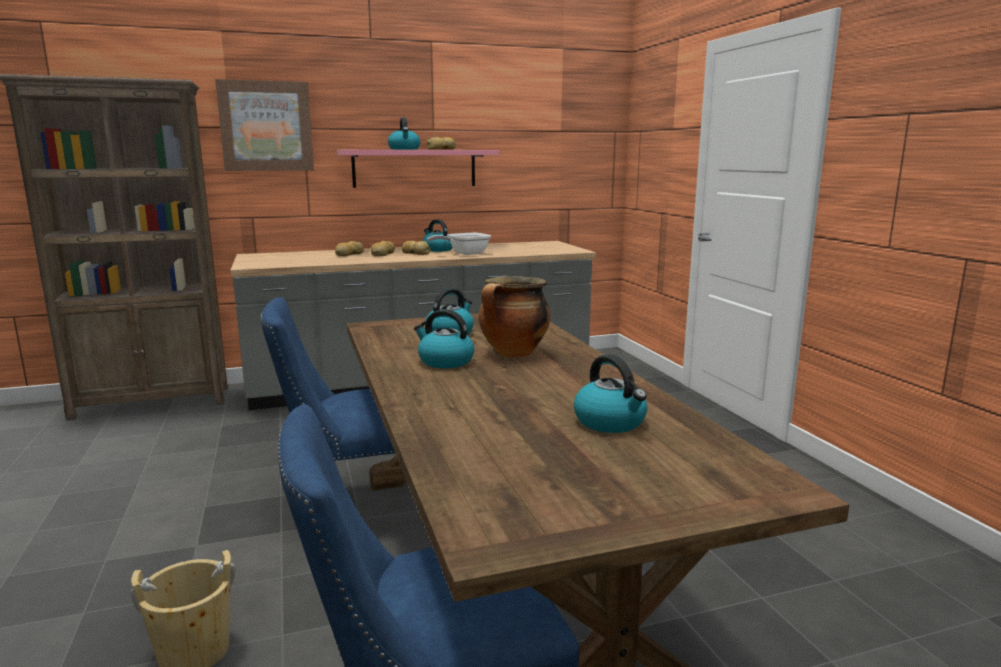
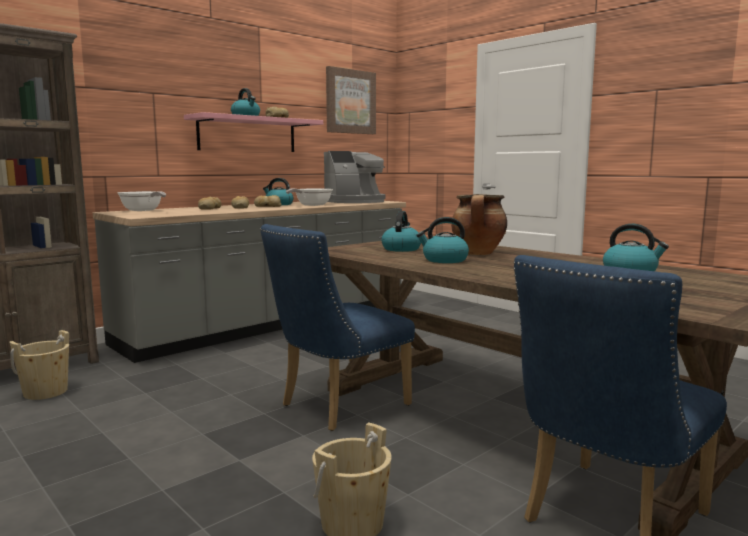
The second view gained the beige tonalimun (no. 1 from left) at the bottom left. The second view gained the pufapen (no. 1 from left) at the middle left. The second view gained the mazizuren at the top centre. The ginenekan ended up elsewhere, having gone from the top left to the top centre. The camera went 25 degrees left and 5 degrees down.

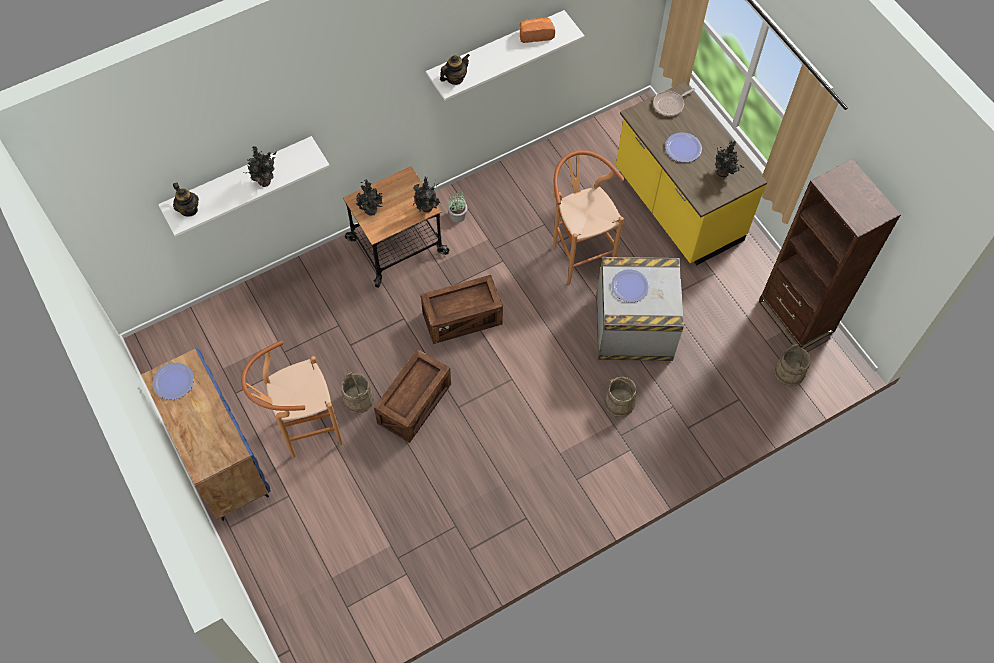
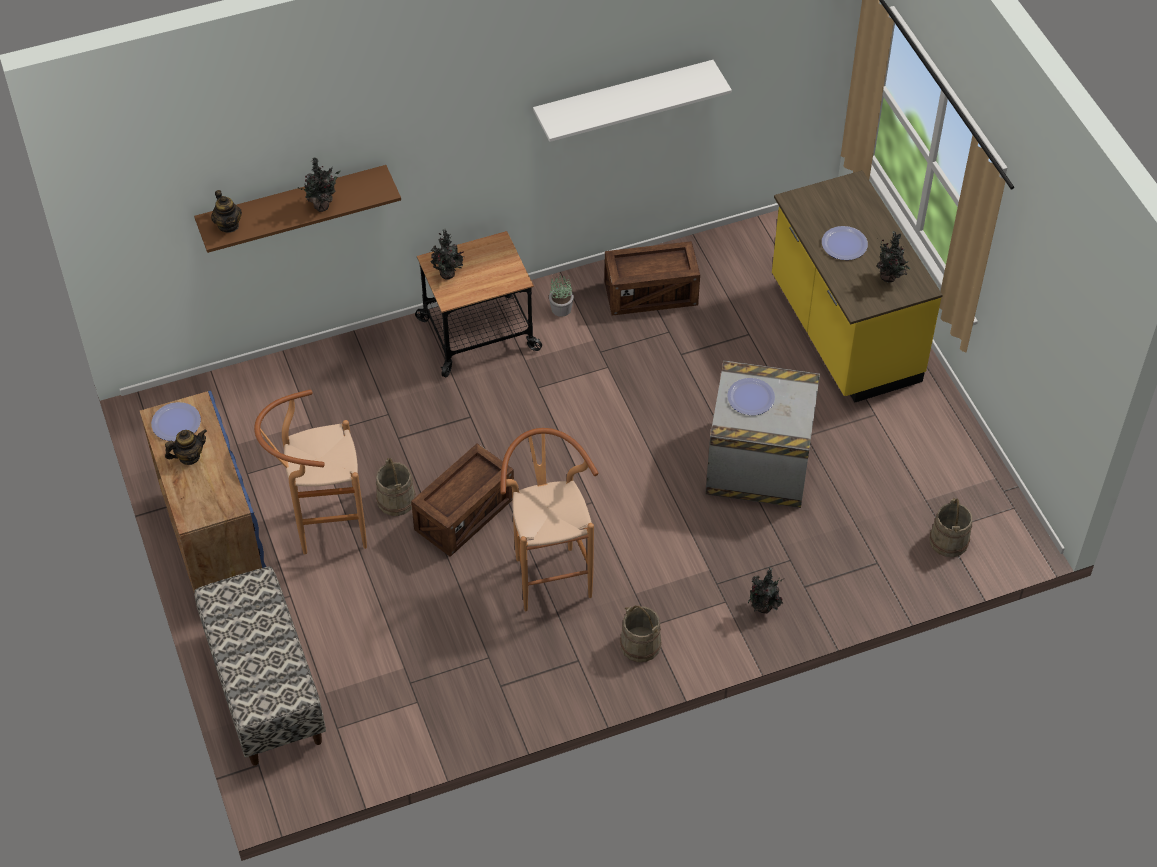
The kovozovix (no. 2 from left in the first image) ended up elsewhere, having gone from the top centre to the middle left. What was the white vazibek (no. 1 from left) at the top left turned into the brown vazibek at the top left. The second view gained the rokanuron at the bottom left. The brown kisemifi (no. 2 from left) ended up elsewhere, having gone from the top centre to the centre. The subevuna (no. 2 from left) ended up elsewhere, having gone from the centre to the top centre. The beige tonalimun (no. 2 from left) ended up elsewhere, having gone from the centre to the bottom centre. The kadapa (no. 3 from left in the first image) ended up elsewhere, having gone from the top centre to the bottom centre. The second view lost the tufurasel at the top centre. The second view lost the pufapen at the top right. The second view lost the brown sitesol at the middle right. The camera went 10 degrees right and 10 degrees down.

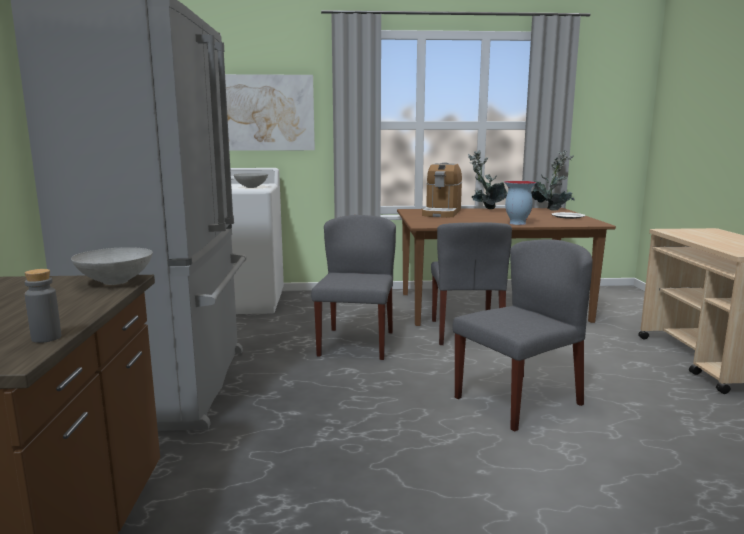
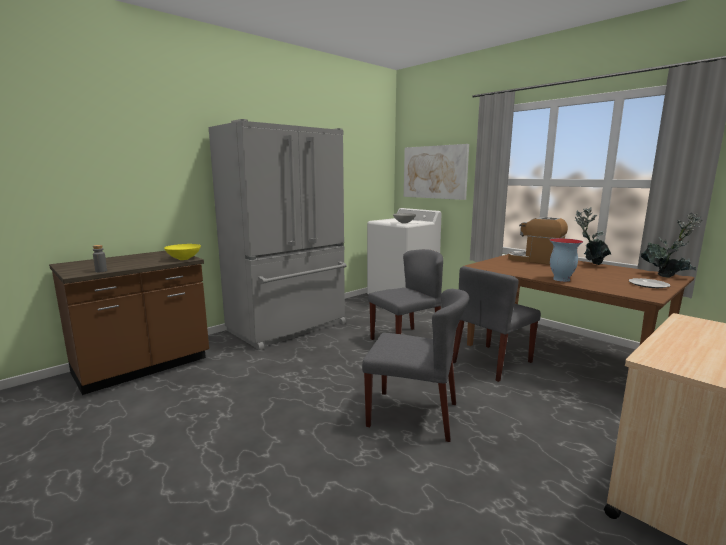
What was the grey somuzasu (no. 1 from left) at the middle left turned into the yellow somuzasu at the middle left. The mazizuren at the centre ended up facing another way, 60 degrees clockwise from before. The camera went 50 degrees right and 0 degrees up.

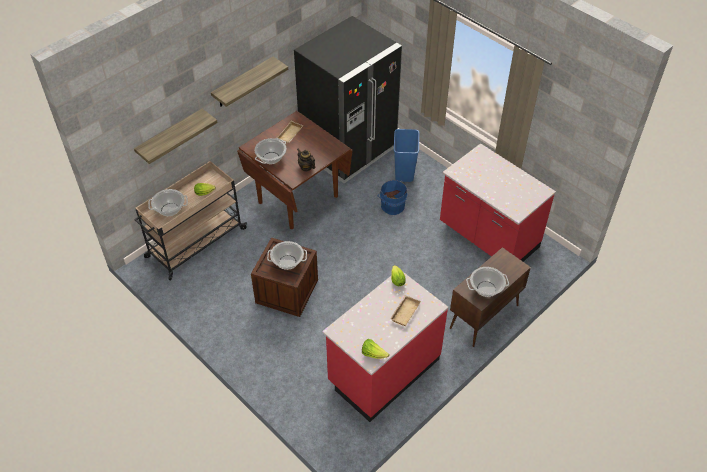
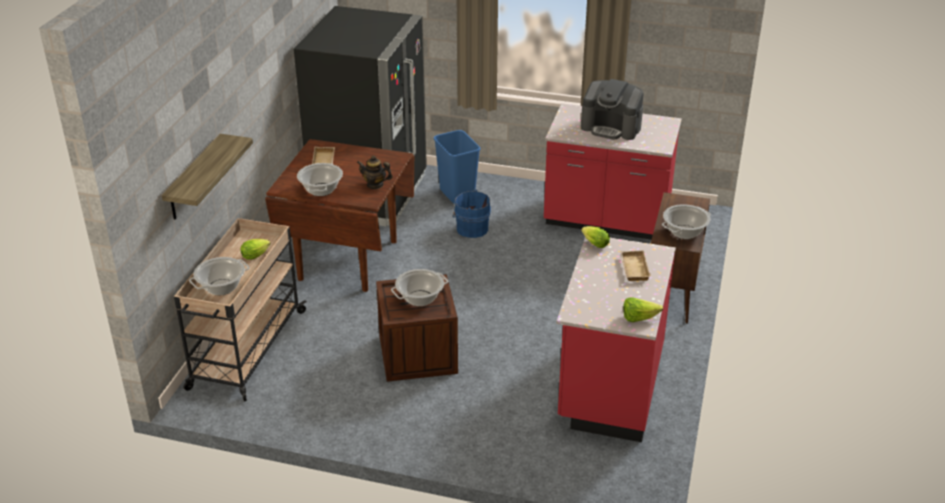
The second view gained the mazizuren at the top centre. The second view lost the vazibek (no. 2 from left) at the top centre. The camera went 30 degrees left and 15 degrees down.

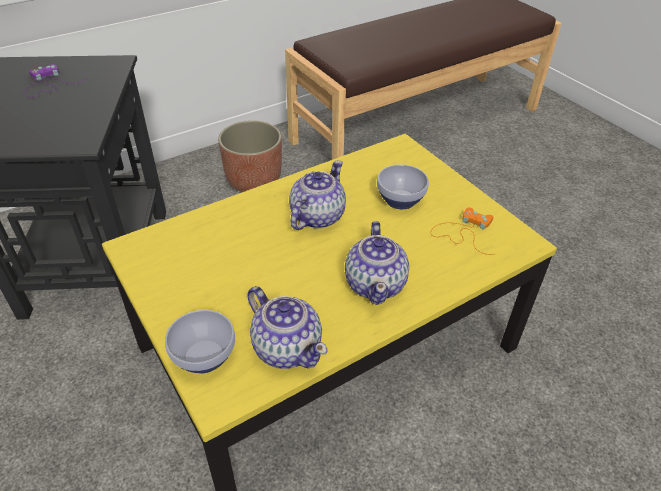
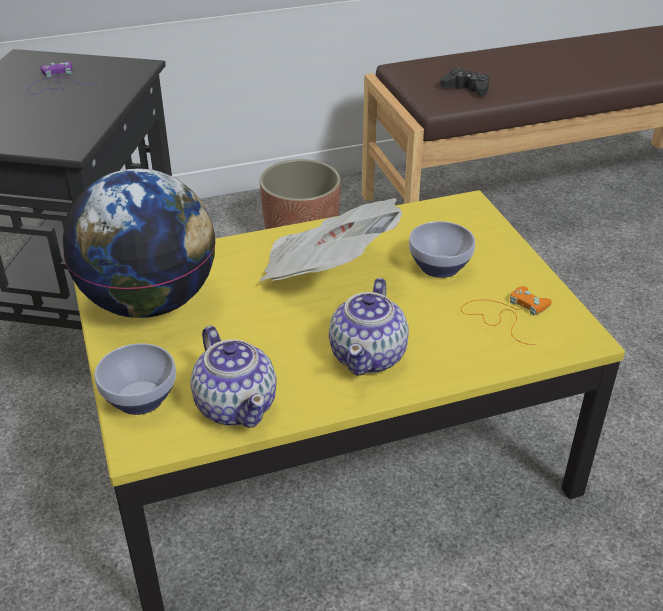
The second view gained the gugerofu at the middle left. Where the kovozovix (no. 2 from left) stood at the centre, the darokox came to stand at the centre. The second view gained the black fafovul at the top right. The camera went 15 degrees right and 5 degrees down.

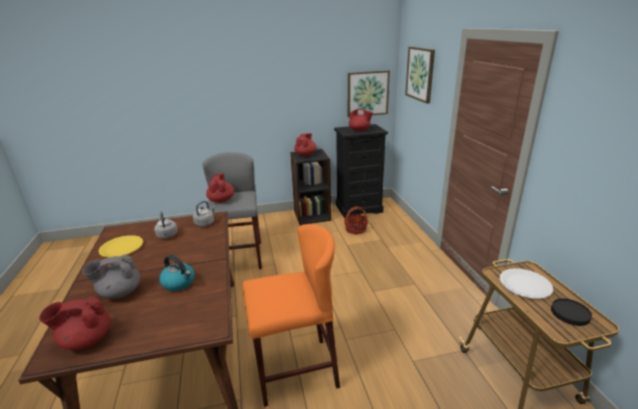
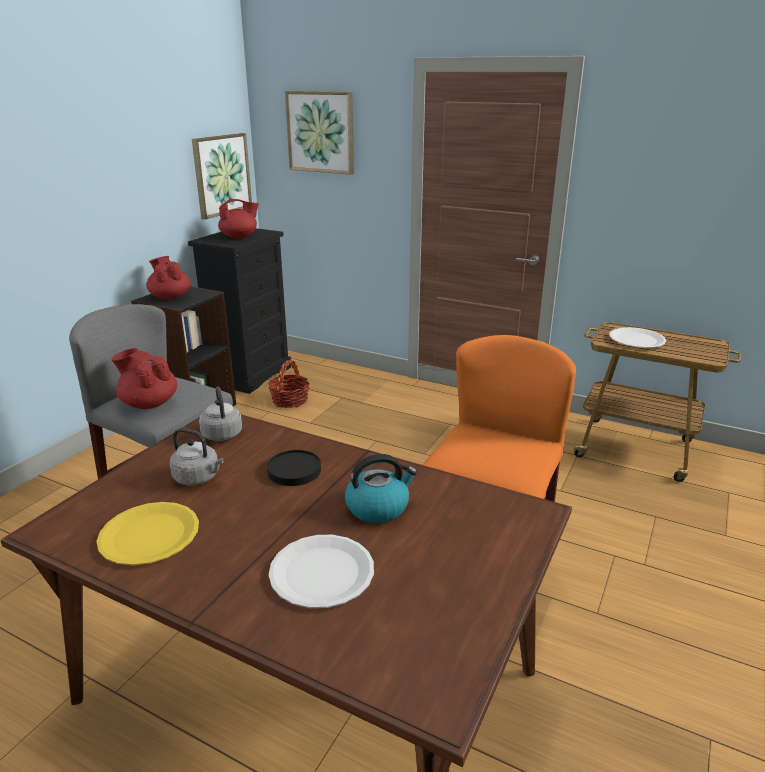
The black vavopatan ended up elsewhere, having gone from the bottom right to the centre. Where the grey kovozovix stood at the bottom left, the white vavopatan (no. 1 from left) came to stand at the bottom centre. The second view lost the red kovozovix (no. 1 from left) at the bottom left. The camera went 50 degrees left and 0 degrees up.

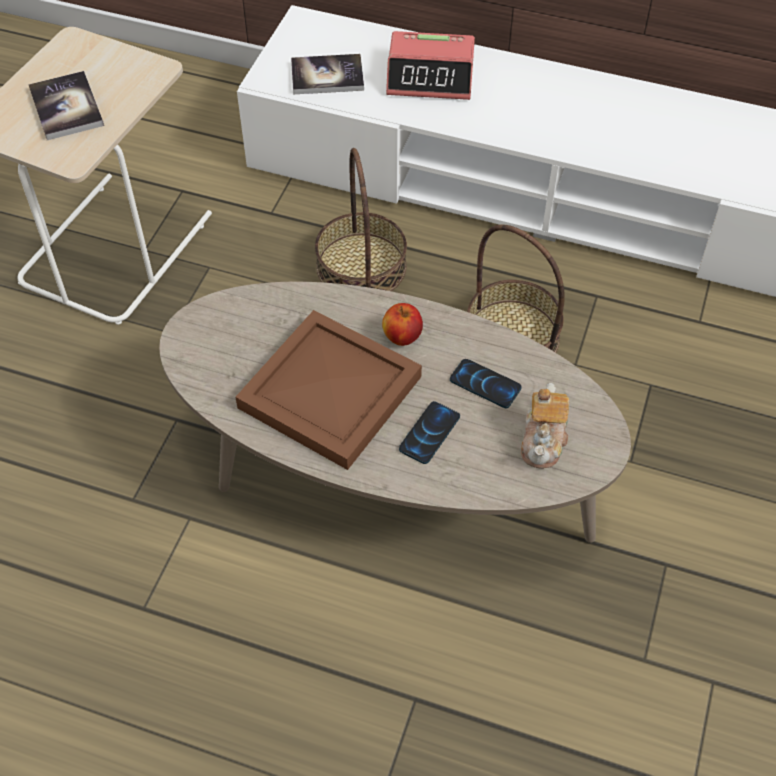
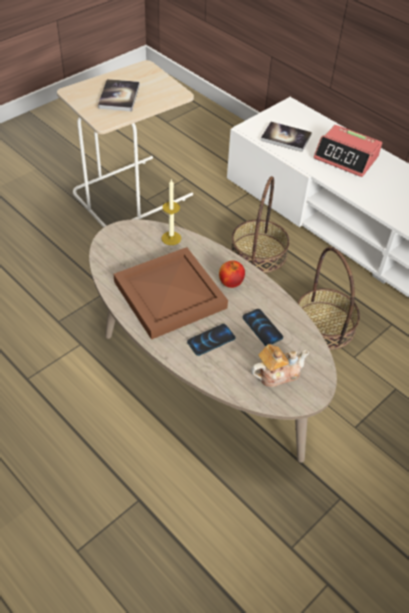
The second view gained the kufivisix at the centre. The kovozovix at the middle right ended up facing another way, 150 degrees counterclockwise from before. The camera went 25 degrees right and 5 degrees down.

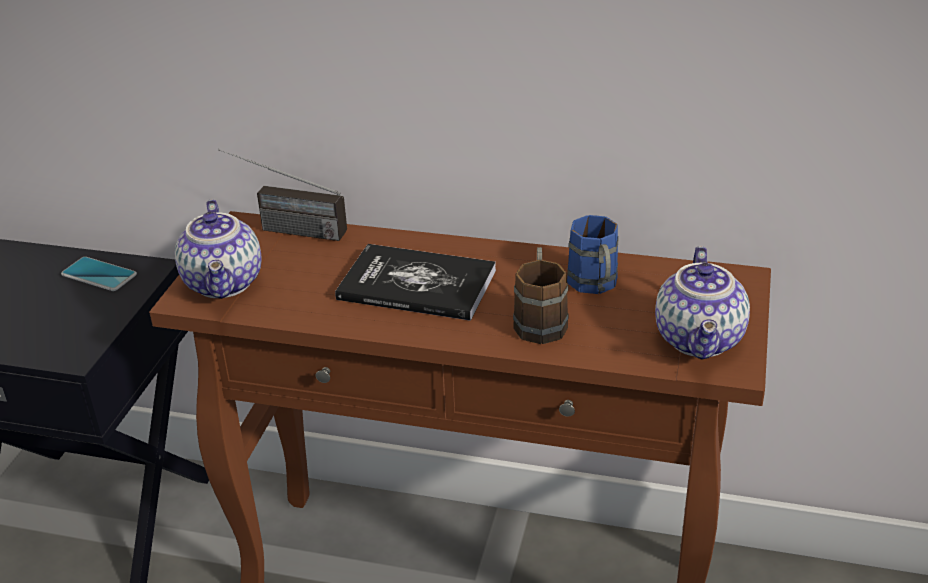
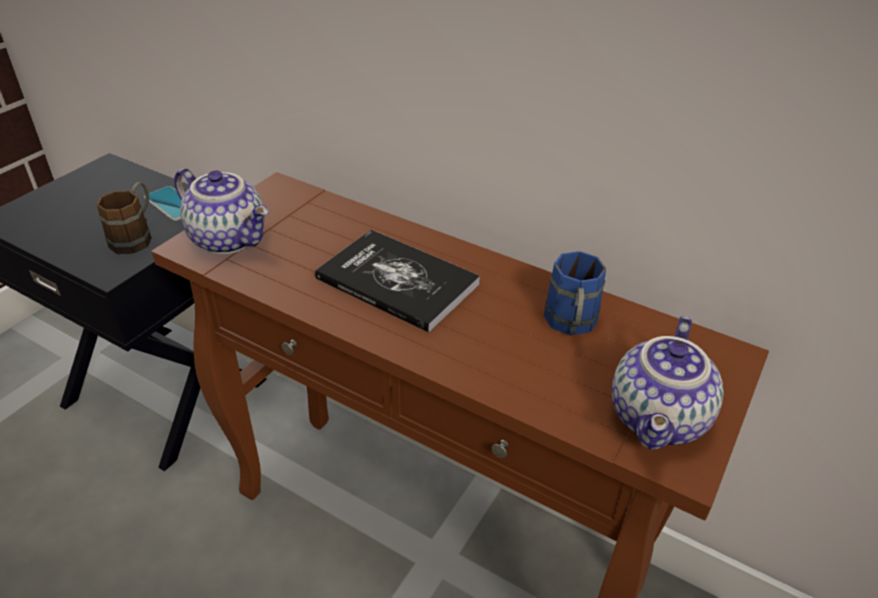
The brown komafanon ended up elsewhere, having gone from the centre to the middle left. The kovozovix (no. 1 from left) at the middle left ended up facing another way, 60 degrees counterclockwise from before. The second view lost the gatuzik at the middle left. The camera went 15 degrees right and 5 degrees up.

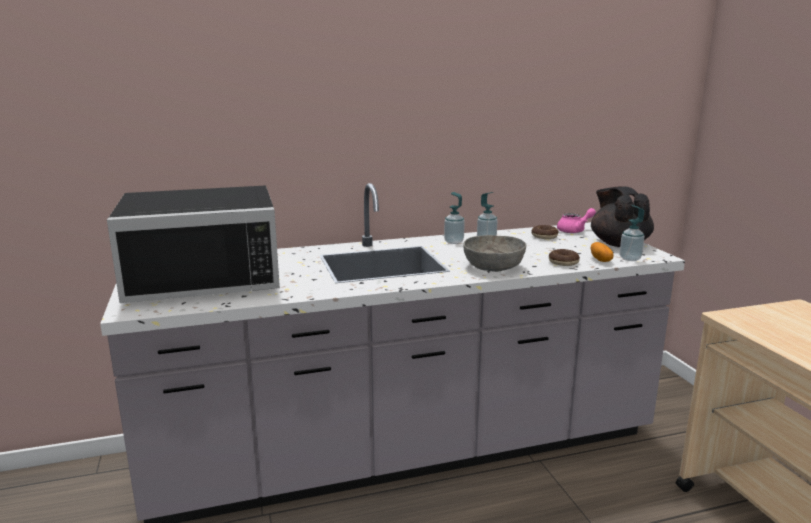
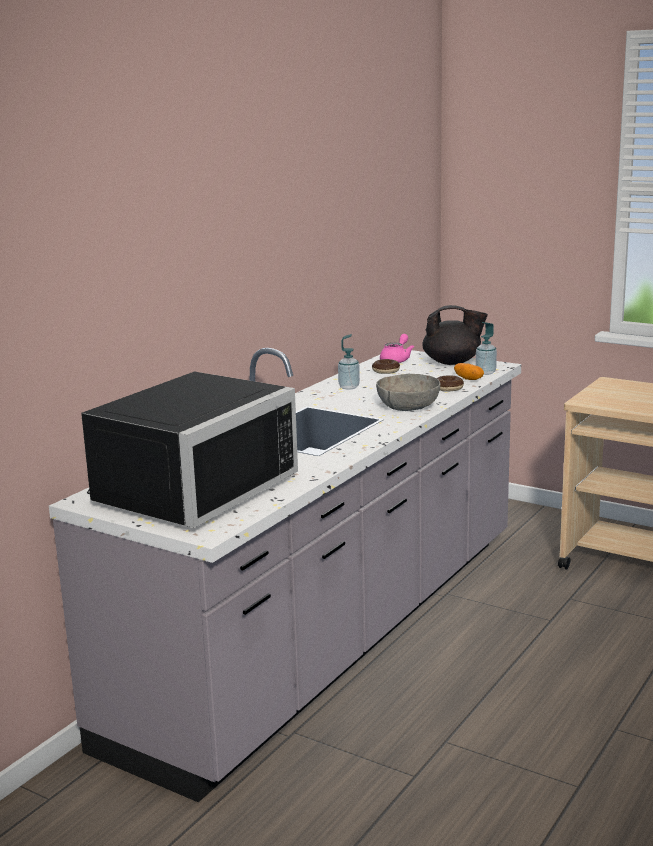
The black kovozovix at the middle right ended up facing another way, 150 degrees clockwise from before. The second view lost the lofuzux (no. 1 from left) at the centre. The camera went 40 degrees left and 0 degrees up.

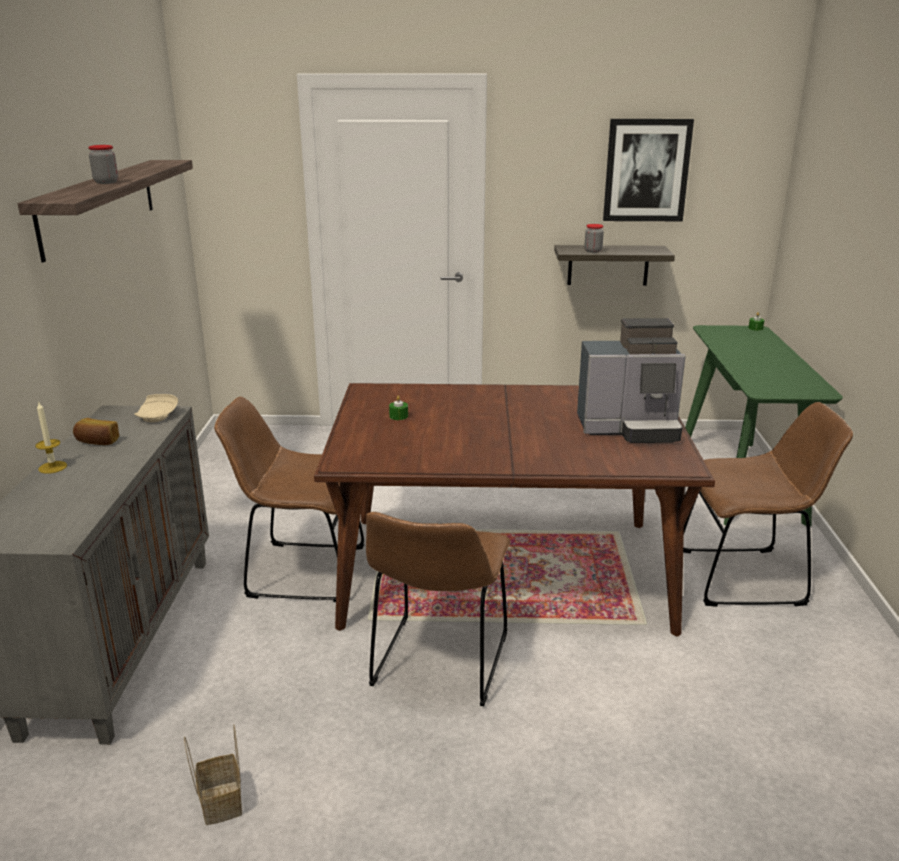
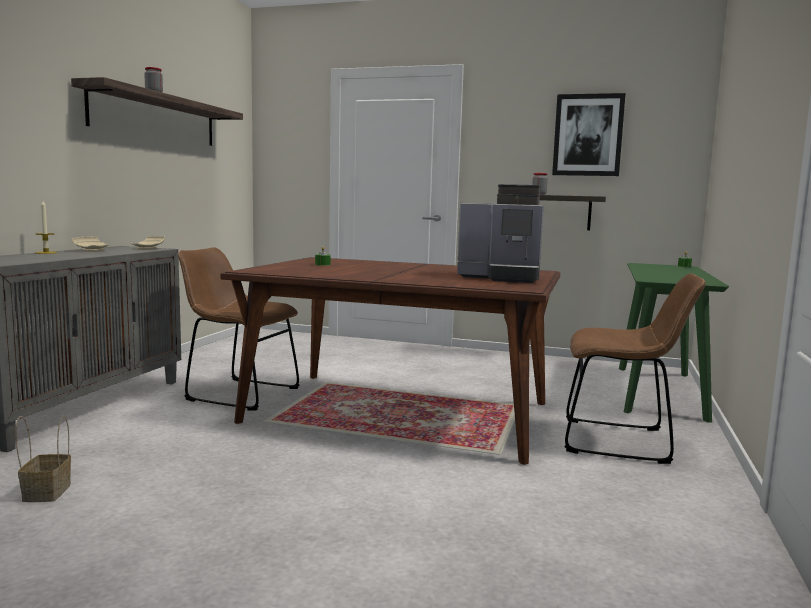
Where the tufurasel stood at the middle left, the beige vavopatan (no. 1 from left) came to stand at the middle left. The second view lost the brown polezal (no. 2 from left) at the bottom centre. The camera went 15 degrees right and 15 degrees down.

